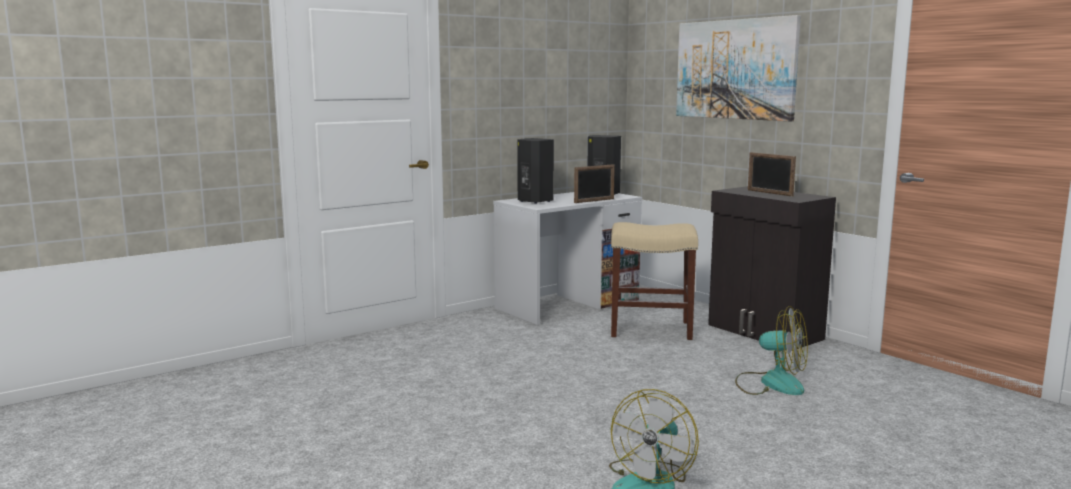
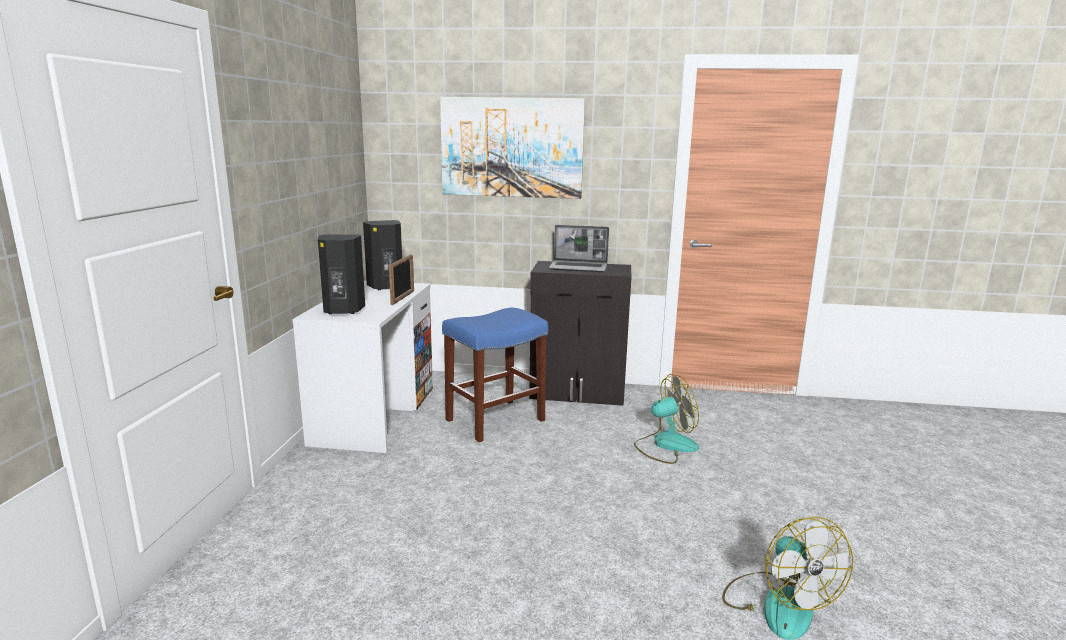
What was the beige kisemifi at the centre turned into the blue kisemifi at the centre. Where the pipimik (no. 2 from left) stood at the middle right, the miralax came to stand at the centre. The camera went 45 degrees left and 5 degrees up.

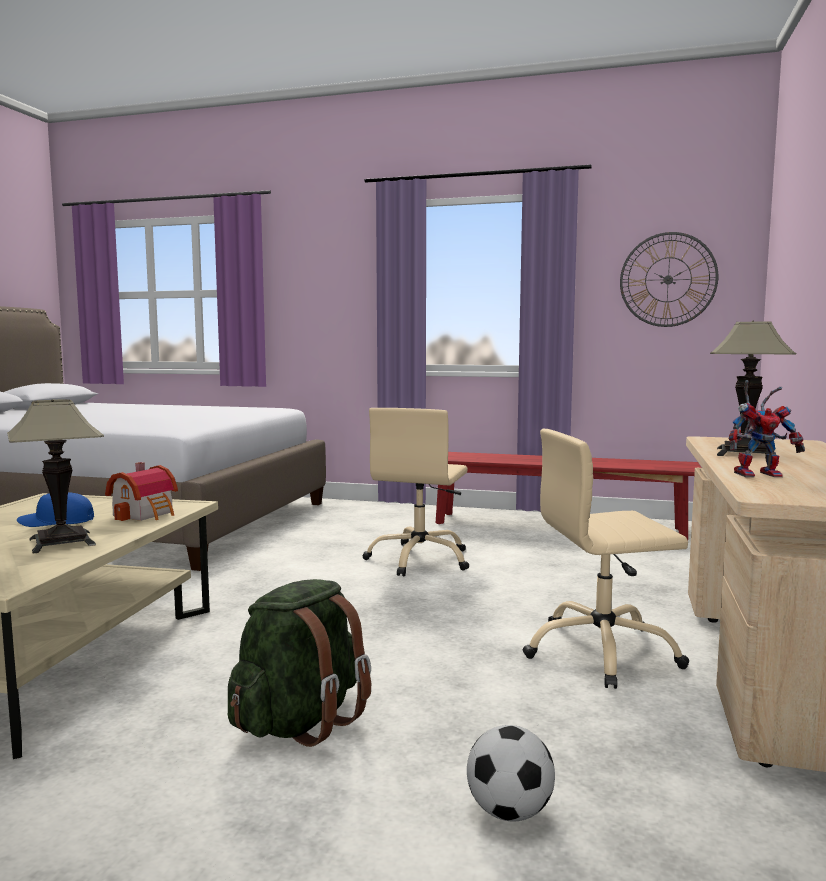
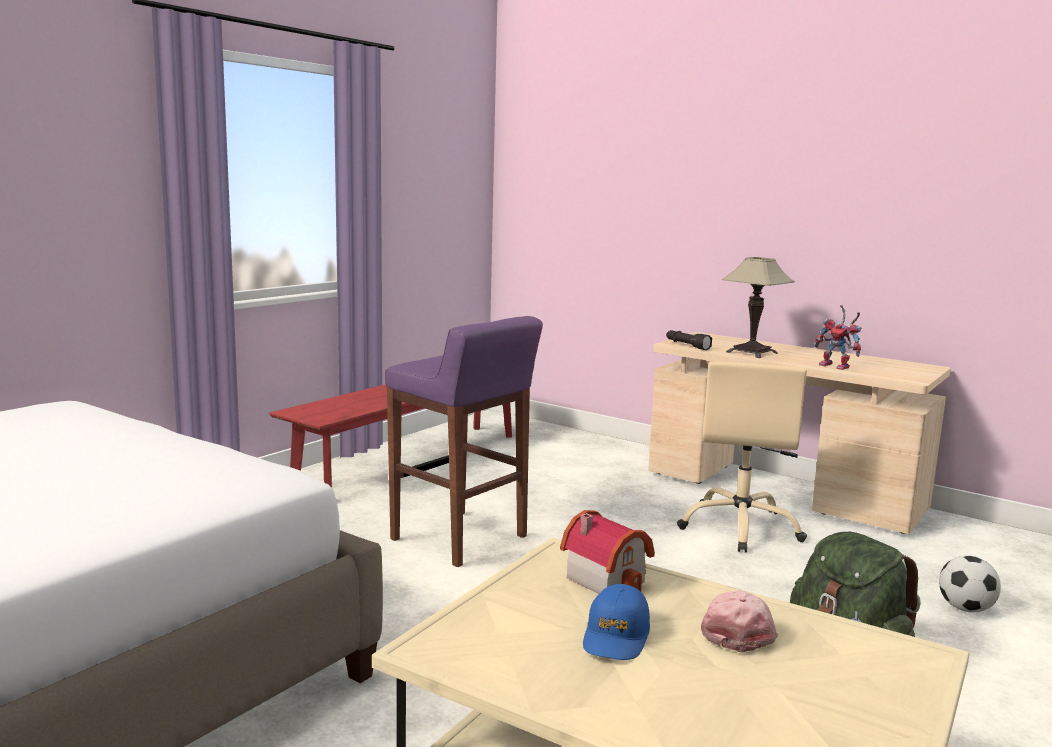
Where the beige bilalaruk (no. 1 from left) stood at the centre, the purple kisemifi came to stand at the centre. The second view gained the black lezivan at the centre. Where the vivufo (no. 1 from left) stood at the middle left, the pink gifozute came to stand at the bottom right. The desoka at the middle right ended up facing another way, 120 degrees clockwise from before. The second view lost the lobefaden at the top right. The camera went 70 degrees left and 5 degrees up.

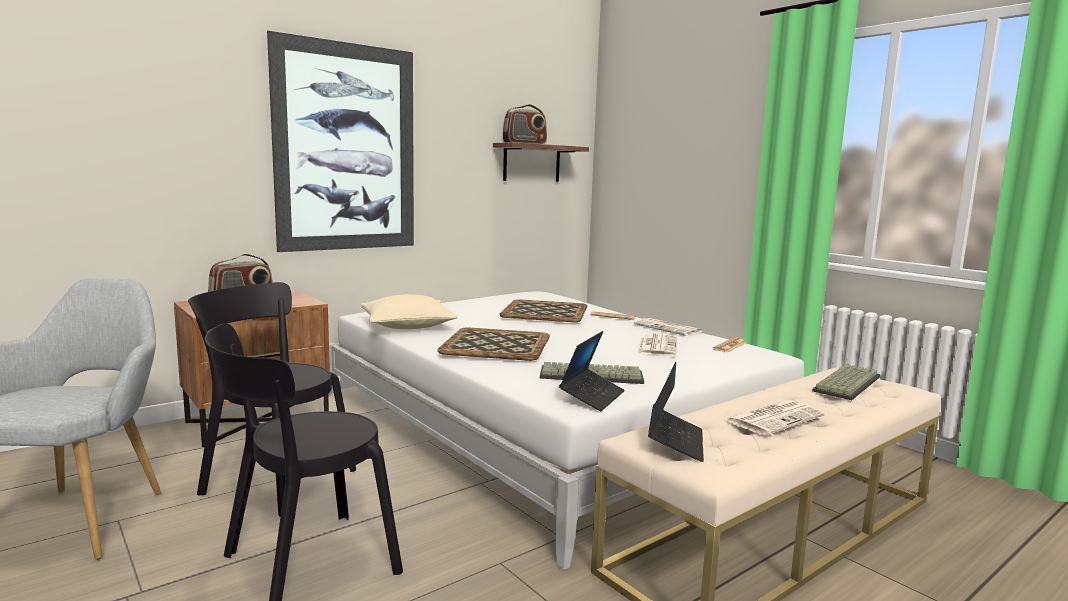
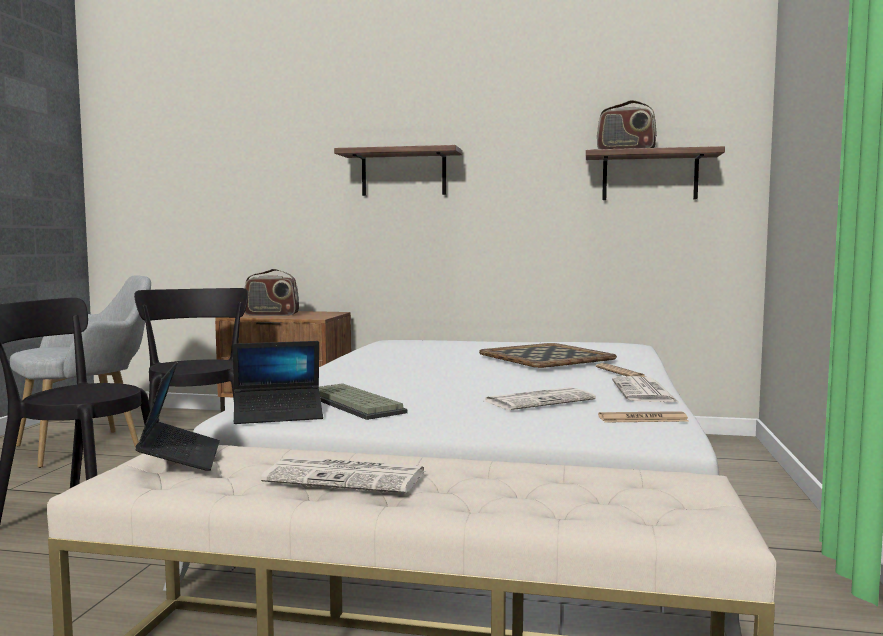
The miralax (no. 2 from left in the first image) at the bottom centre ended up facing another way, 75 degrees counterclockwise from before. Where the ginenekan hung at the top left, the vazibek (no. 1 from left) came to hang at the top centre. The second view lost the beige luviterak at the centre. The second view lost the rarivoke (no. 1 from left) at the centre. The second view lost the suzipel (no. 2 from left) at the middle right. The camera went 50 degrees right and 5 degrees down.

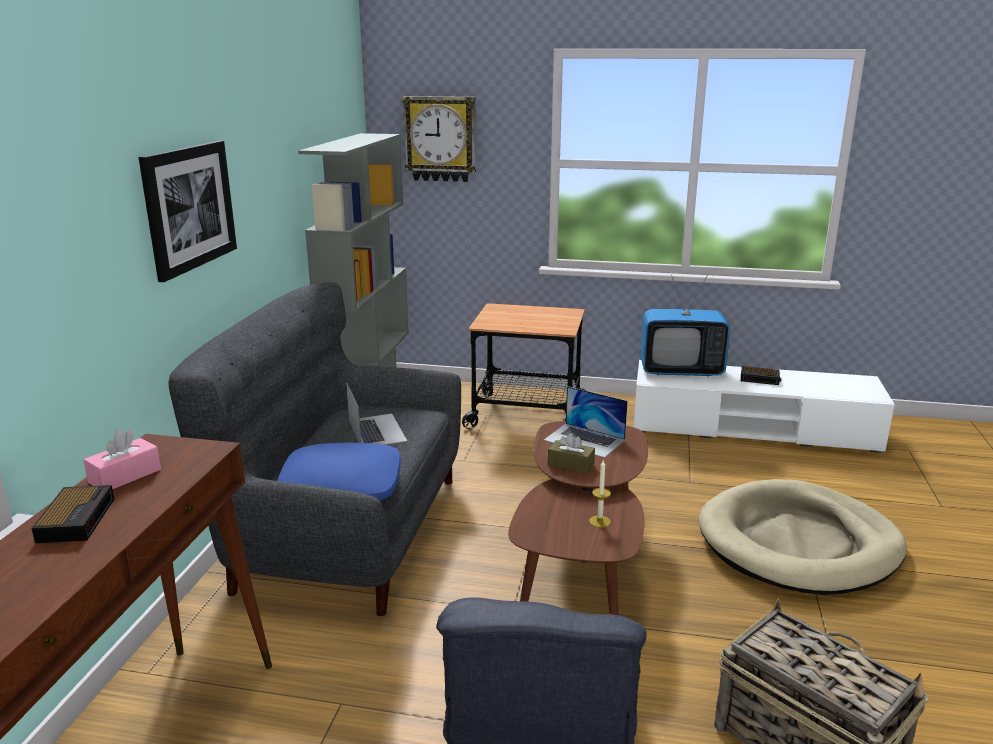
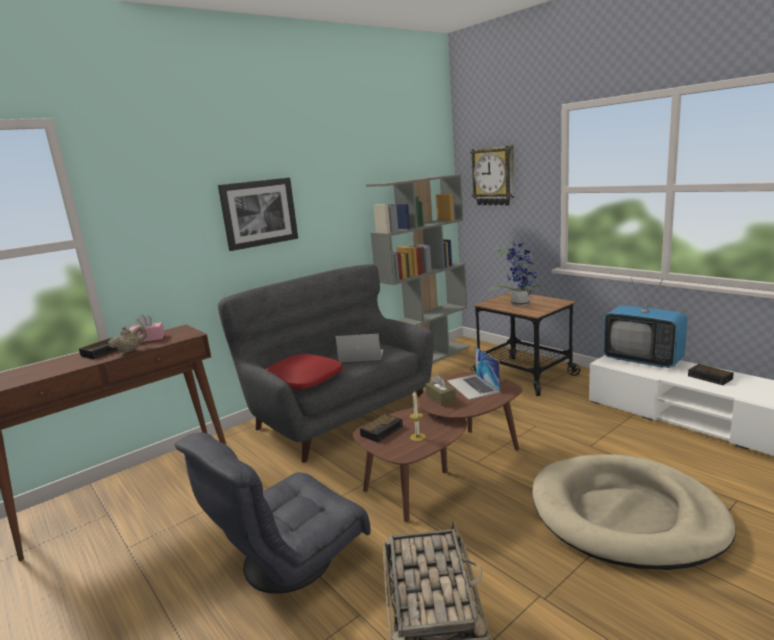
The second view gained the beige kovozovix at the middle left. What was the blue luviterak at the centre turned into the red luviterak at the centre. The miralax (no. 1 from left) at the centre ended up facing another way, 105 degrees counterclockwise from before. The second view gained the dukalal (no. 2 from left) at the bottom centre. The second view gained the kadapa at the middle right. The camera went 40 degrees right and 5 degrees down.

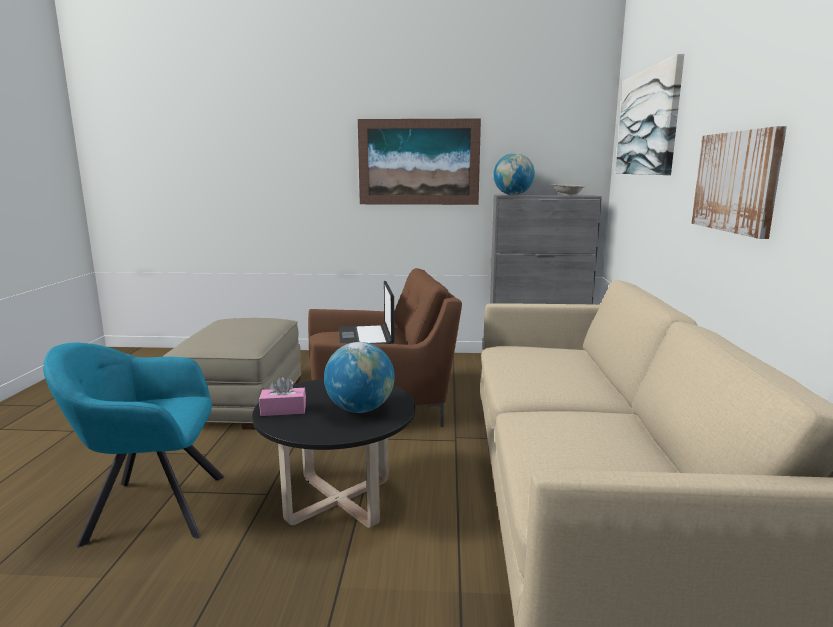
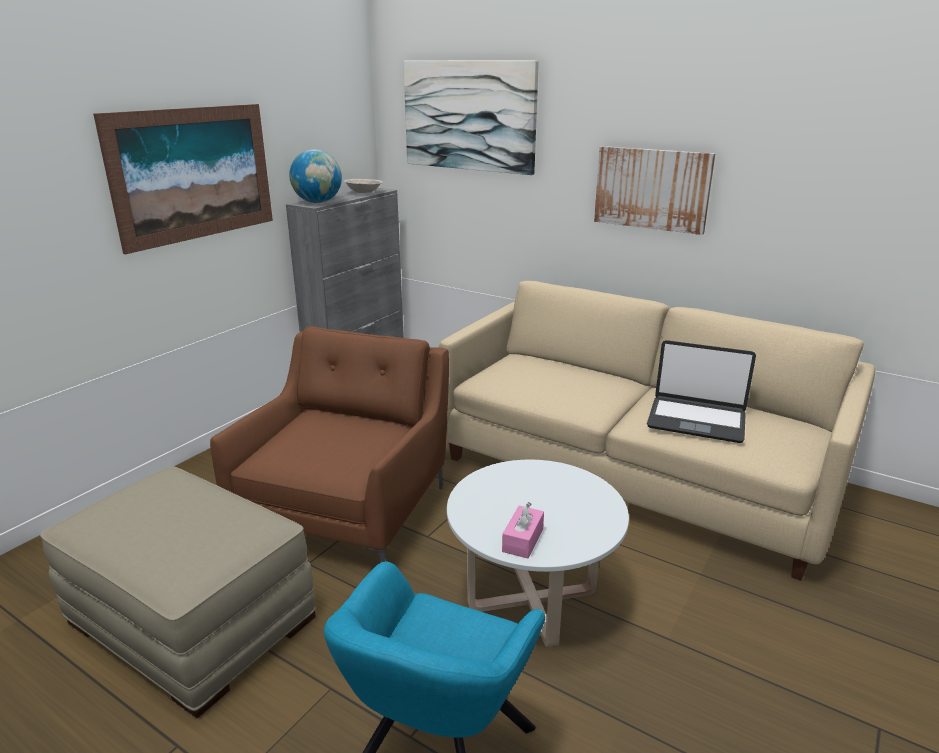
What was the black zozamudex at the bottom centre turned into the white zozamudex at the bottom centre. The miralax ended up elsewhere, having gone from the centre to the middle right. The second view lost the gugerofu (no. 1 from left) at the centre. The camera went 60 degrees left and 10 degrees up.

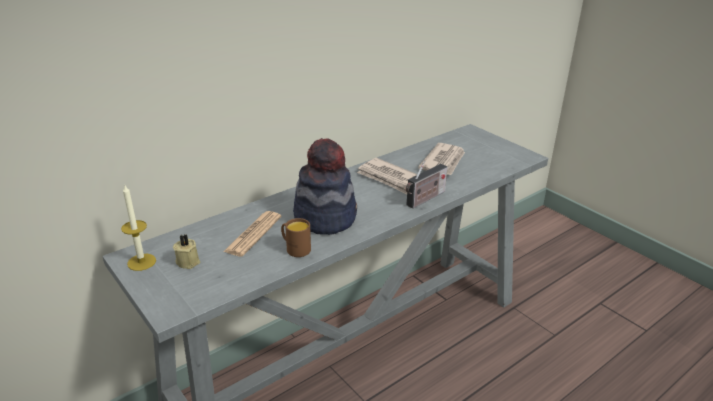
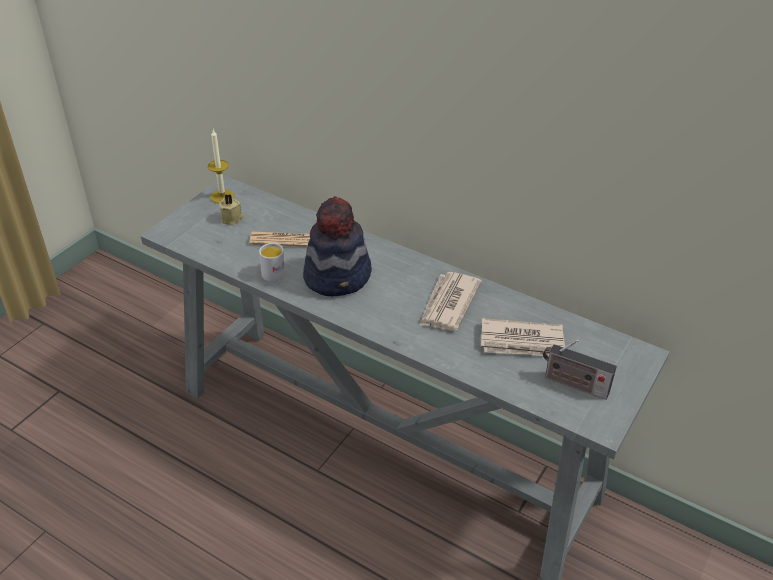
What was the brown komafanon at the centre turned into the white komafanon at the centre. The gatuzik ended up elsewhere, having gone from the centre to the middle right. The camera went 70 degrees right and 10 degrees up.

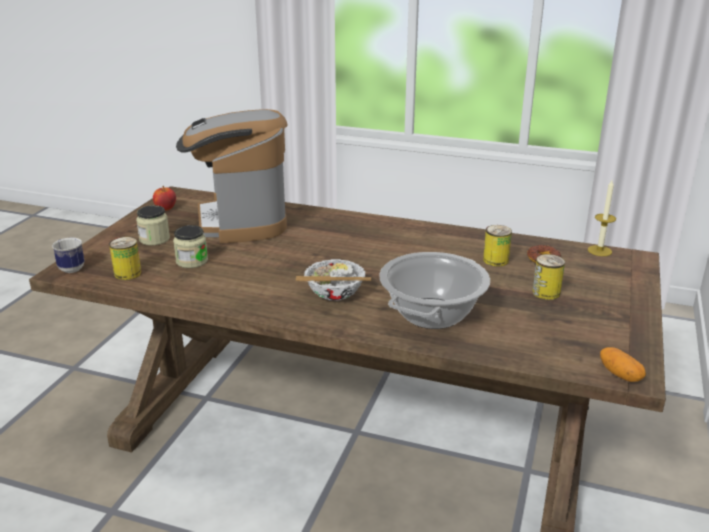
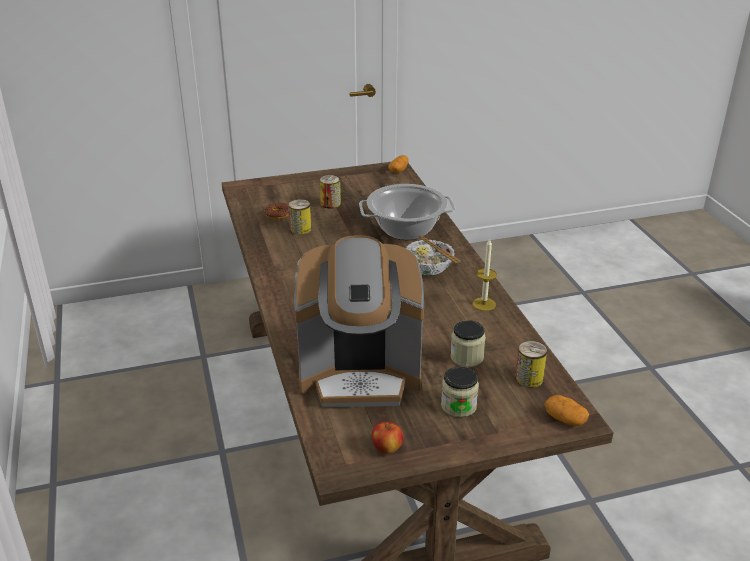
The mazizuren at the top left ended up facing another way, 45 degrees clockwise from before. The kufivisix ended up elsewhere, having gone from the middle right to the centre. Where the komafanon stood at the middle left, the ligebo (no. 2 from left) came to stand at the bottom right. The camera went 125 degrees left and 5 degrees up.

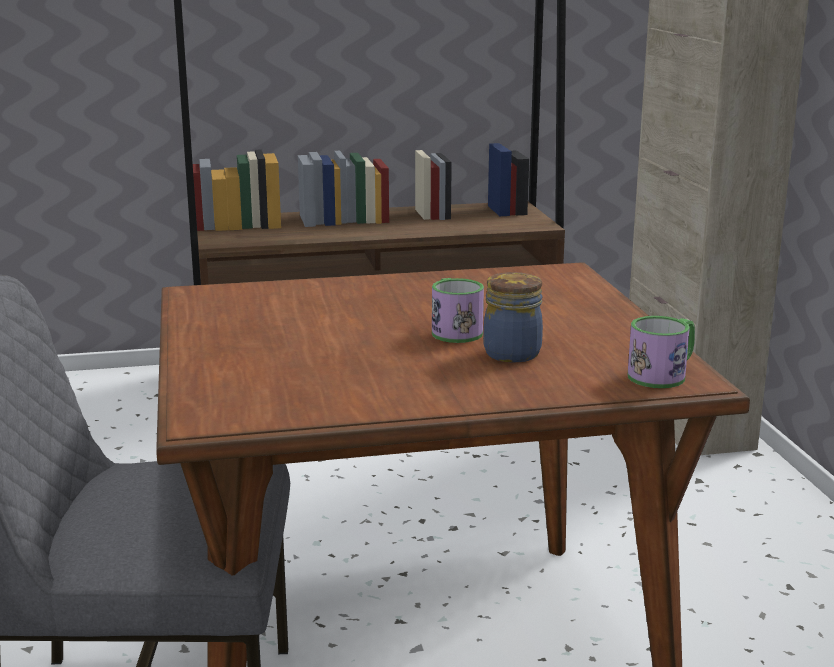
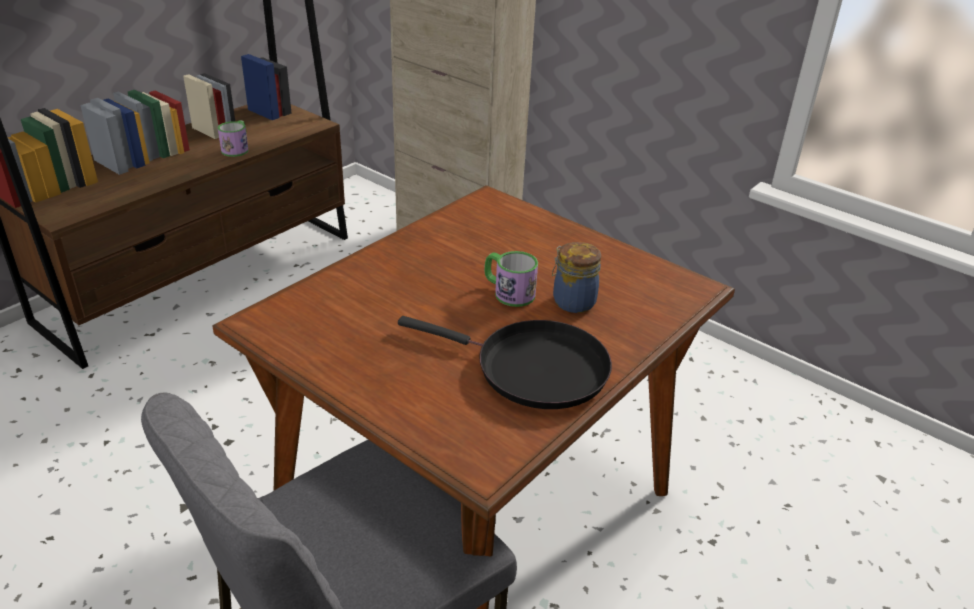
The komafanon (no. 2 from left in the first image) ended up elsewhere, having gone from the middle right to the top left. The second view gained the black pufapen at the centre. The camera went 40 degrees left and 15 degrees up.

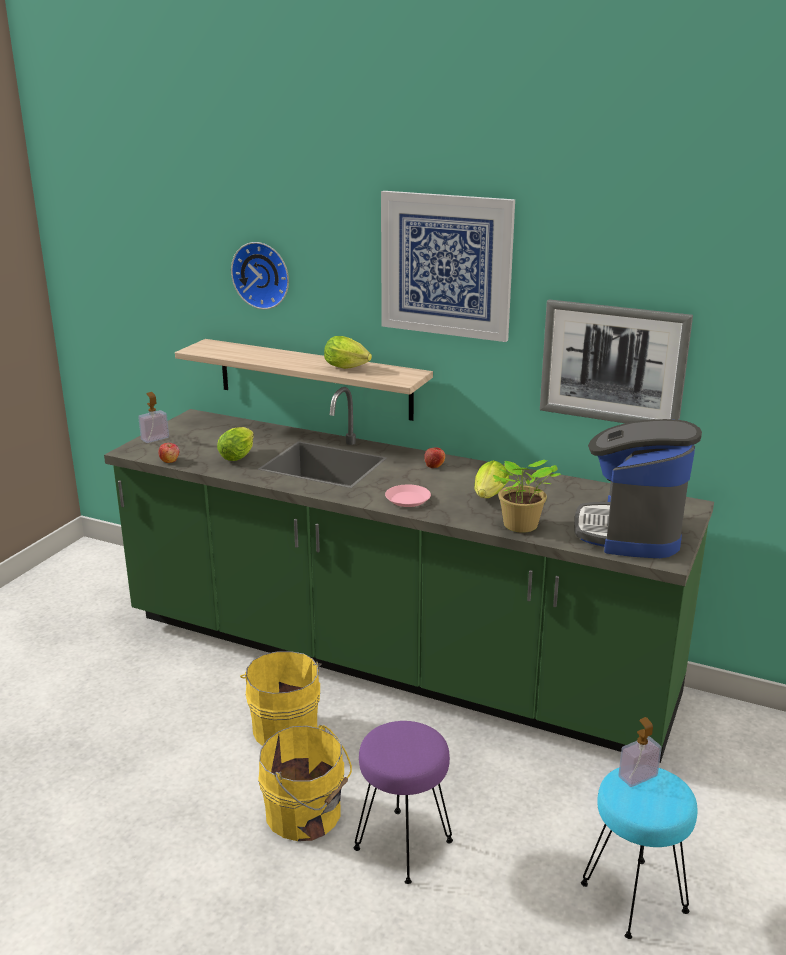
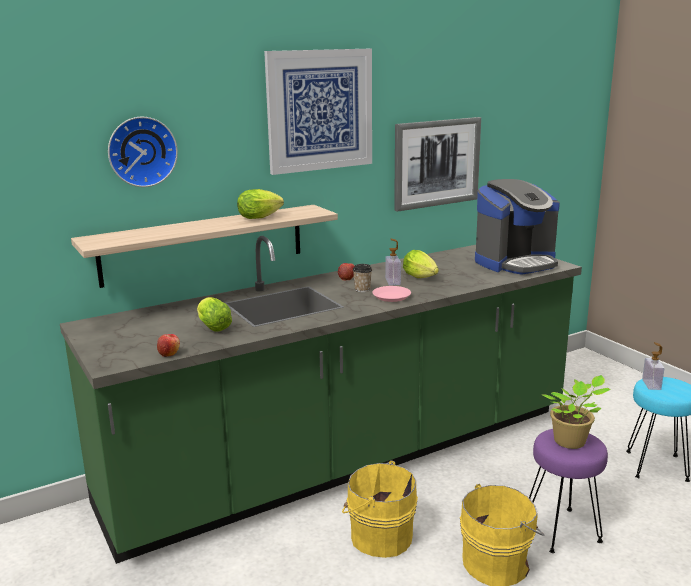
The second view gained the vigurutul at the centre. The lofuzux (no. 1 from left) ended up elsewhere, having gone from the middle left to the centre. The mazizuren at the middle right ended up facing another way, 75 degrees counterclockwise from before. The kadapa ended up elsewhere, having gone from the middle right to the bottom right. The camera went 55 degrees left and 5 degrees down.

